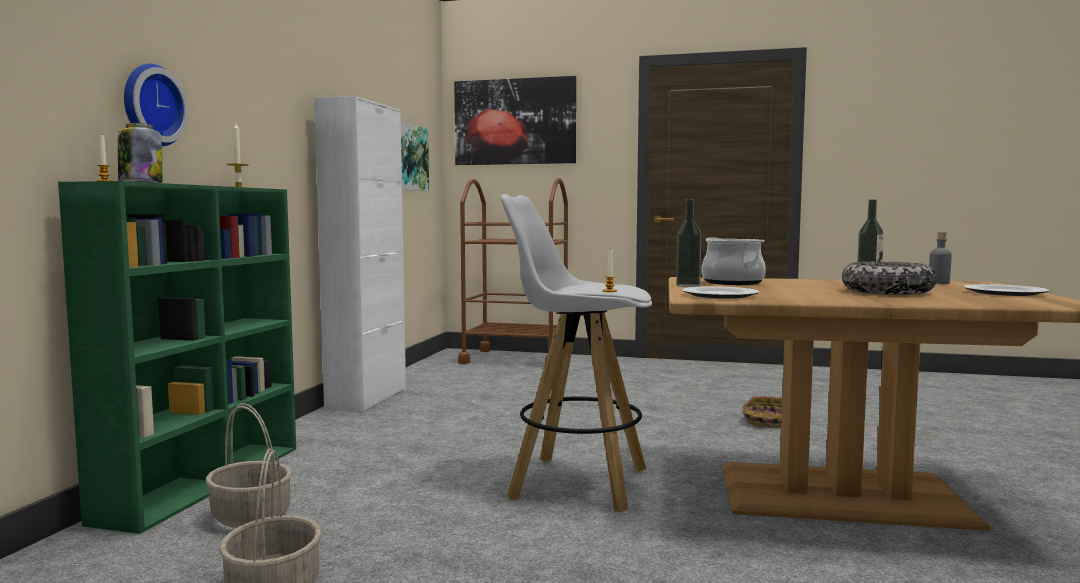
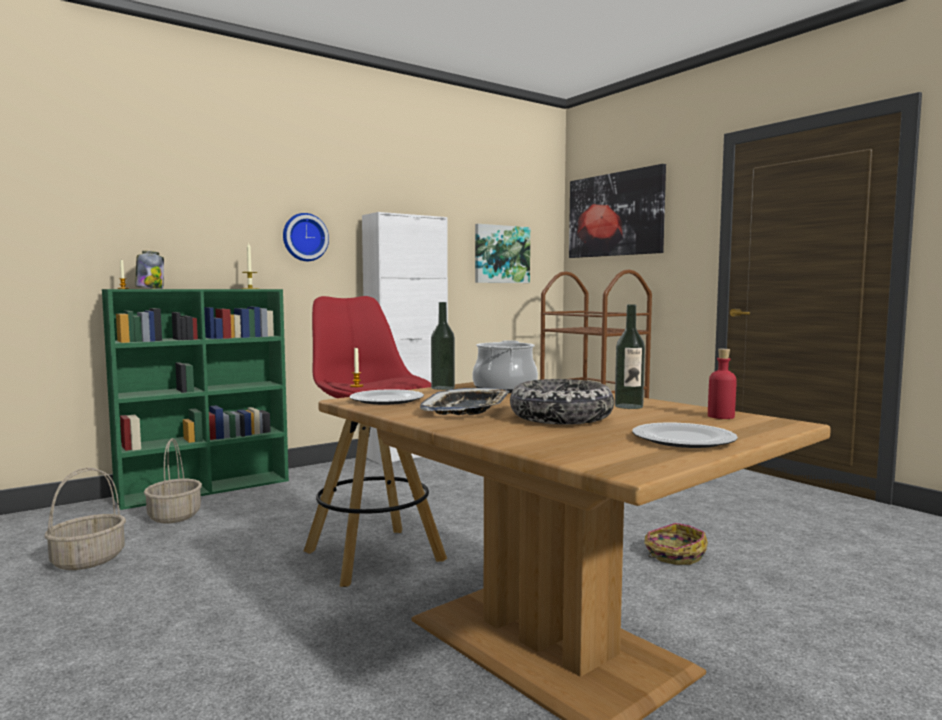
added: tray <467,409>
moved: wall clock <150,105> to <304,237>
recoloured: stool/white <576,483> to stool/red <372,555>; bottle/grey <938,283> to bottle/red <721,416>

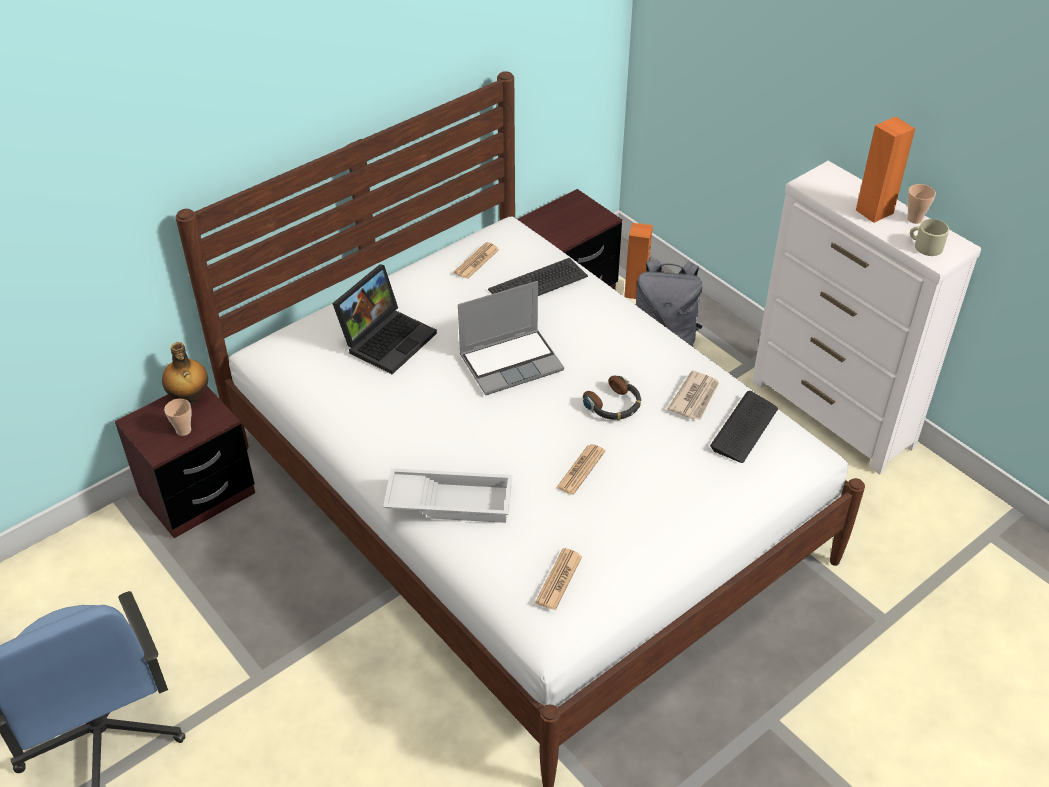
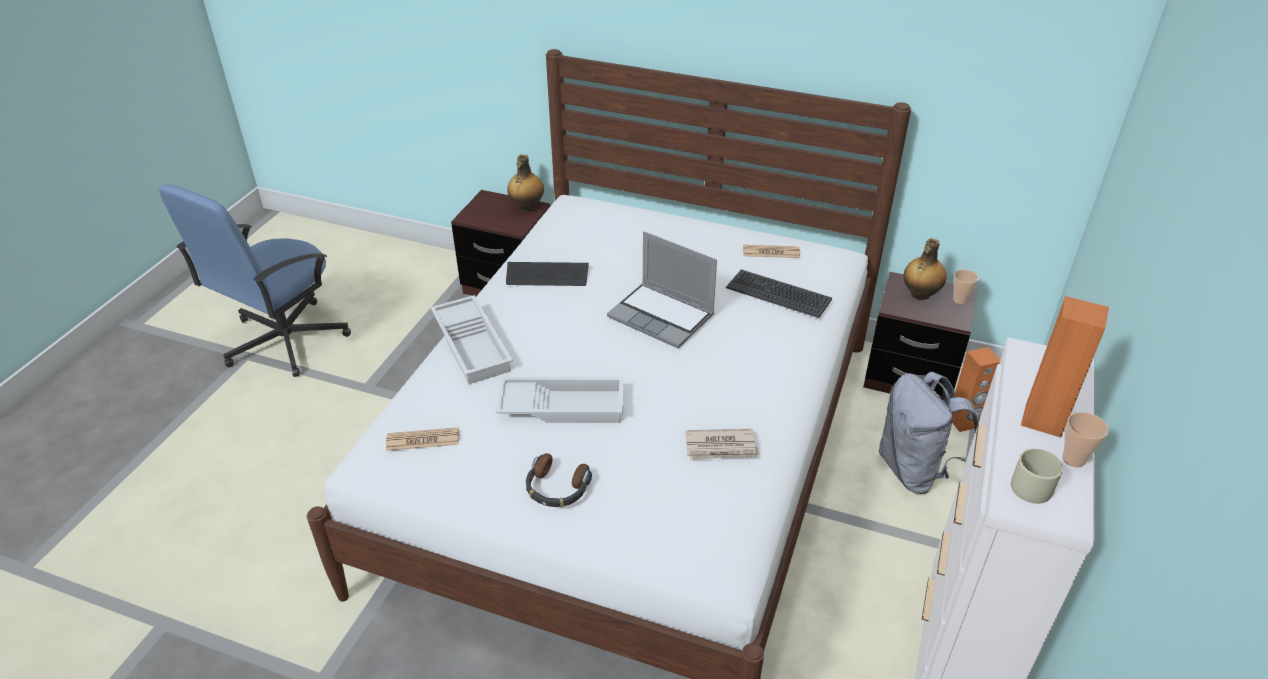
removed: laptop <387,338>
added: bottle <919,295>
moved: keyboard <744,428> to <547,275>; headphones <614,405> to <556,488>; cup <183,430> to <959,300>
replaced: newspaper <581,469> to tray/white <563,405>

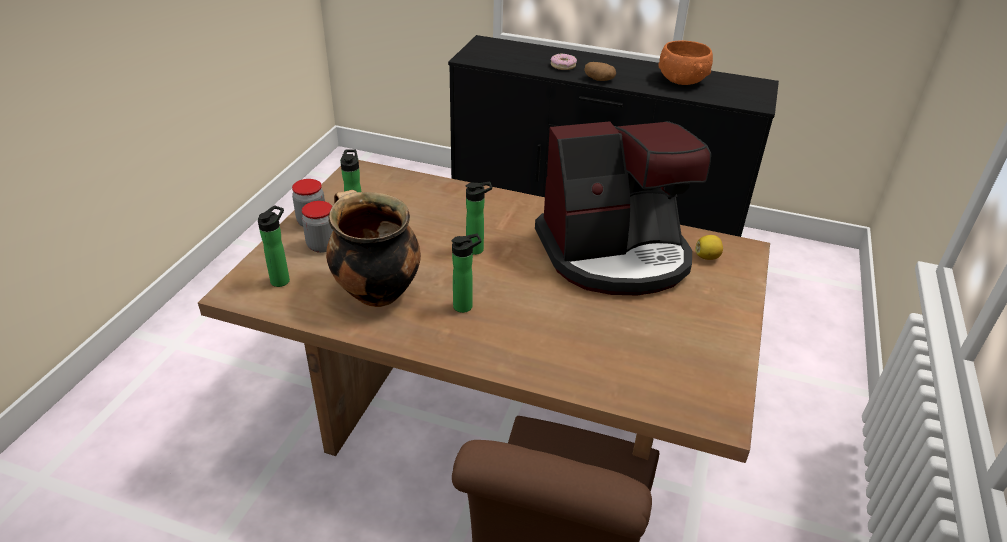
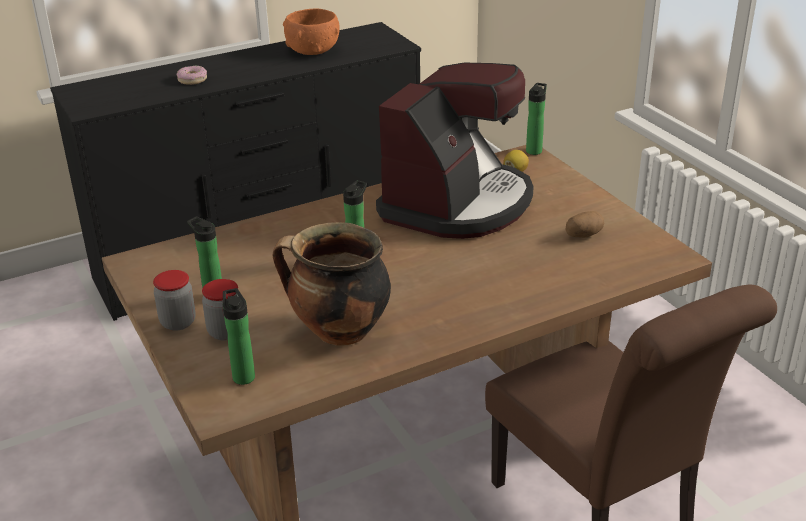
moved: bottle <466,306> to <534,150>; potato <599,80> to <583,235>

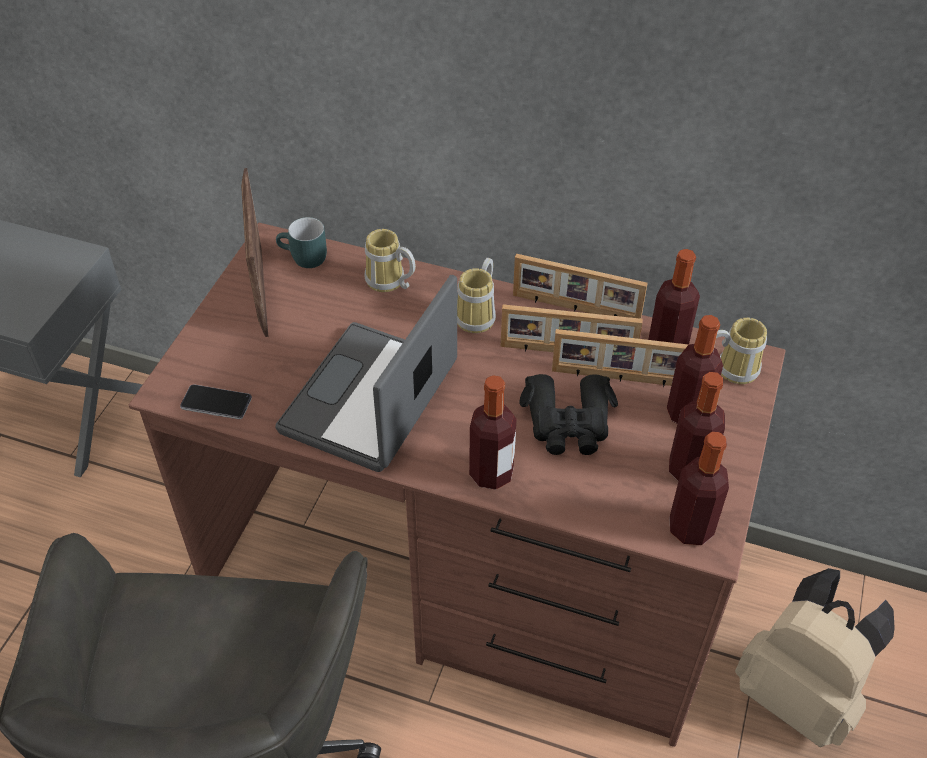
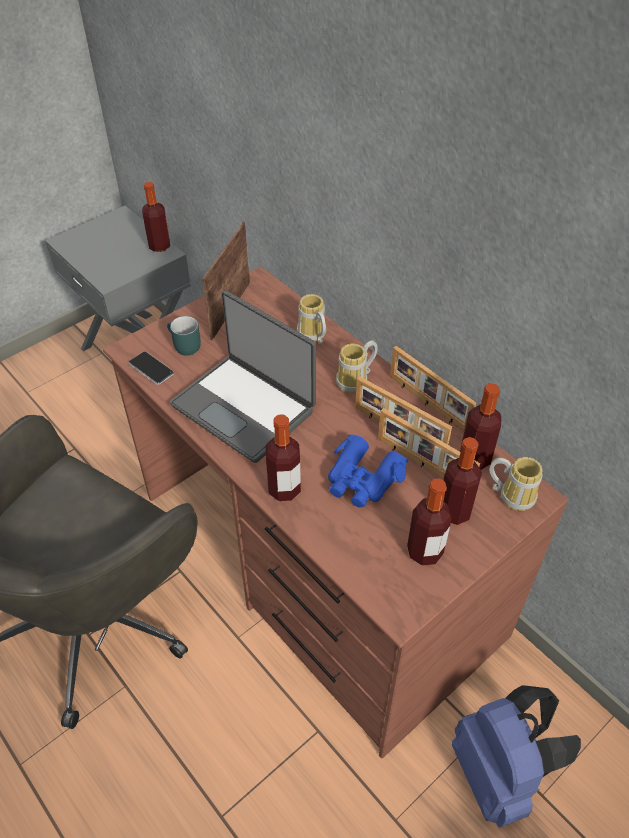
moved: bottle <690,528> to <159,246>; mug/turquoise <303,259> to <183,346>
recoloured: binoculars/black <568,423> to binoculars/blue <362,479>; backpack/beige <798,695> to backpack/blue <499,774>
turned: laptop <372,399> = <245,407> 105 degrees counterclockwise

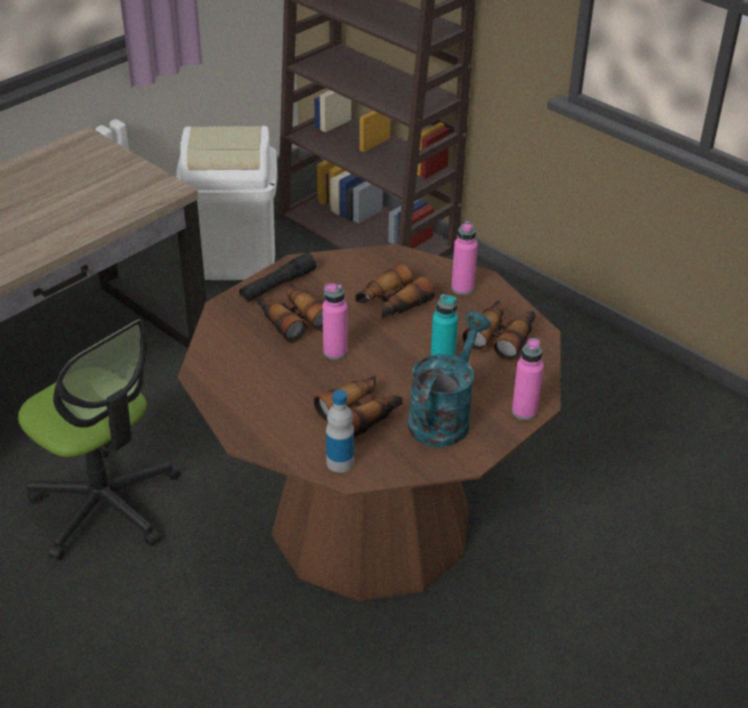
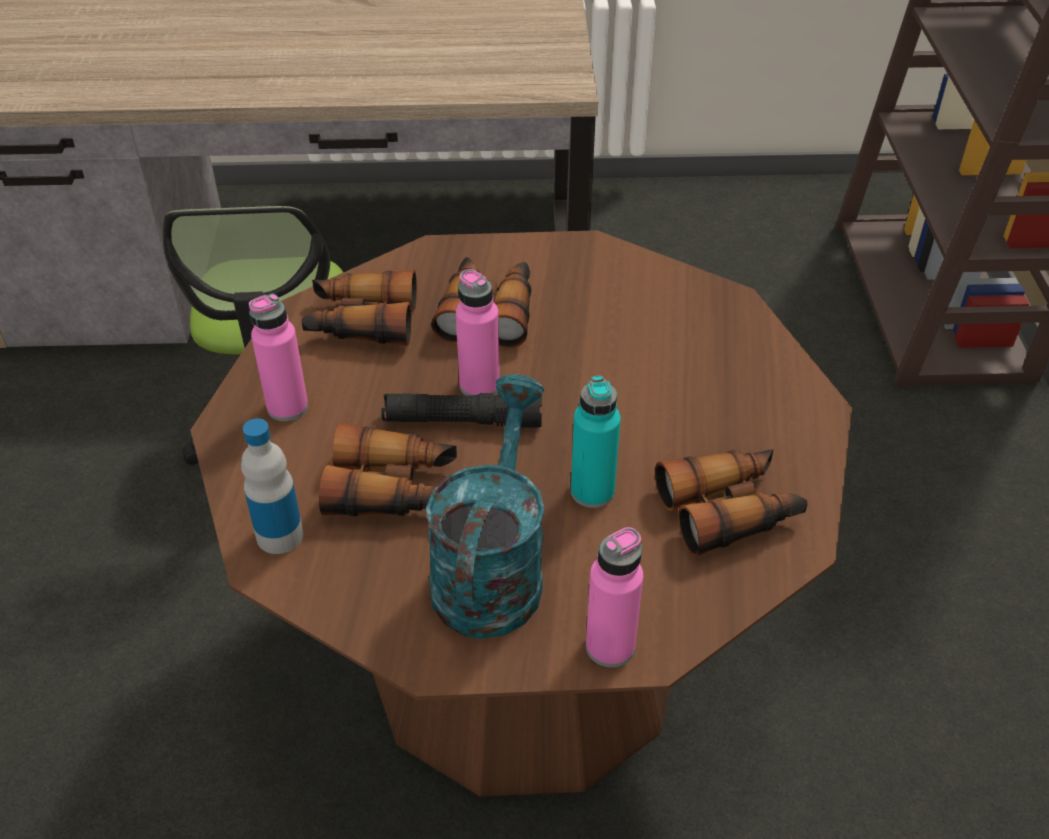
removed: trash can/white <234,258>
moved: bottle/pink <462,288> to <287,407>; binoculars <391,304> to <361,322>; flashlight/black <278,285> to <463,421>
turned: watering can/turquoise <444,416> = <491,569> 60 degrees counterclockwise

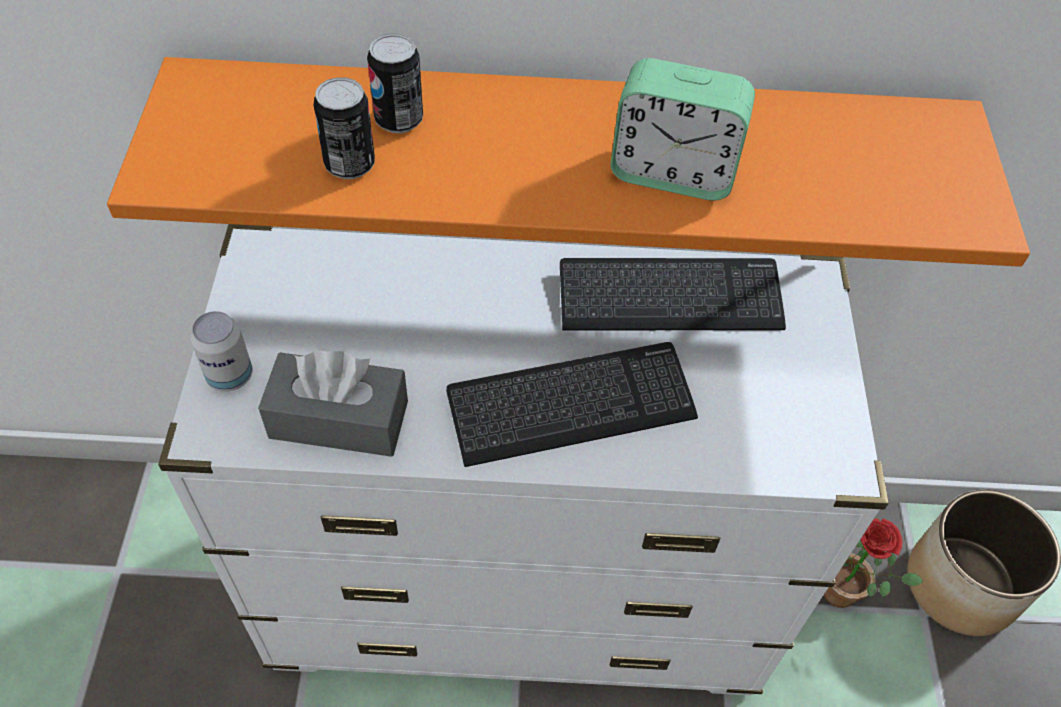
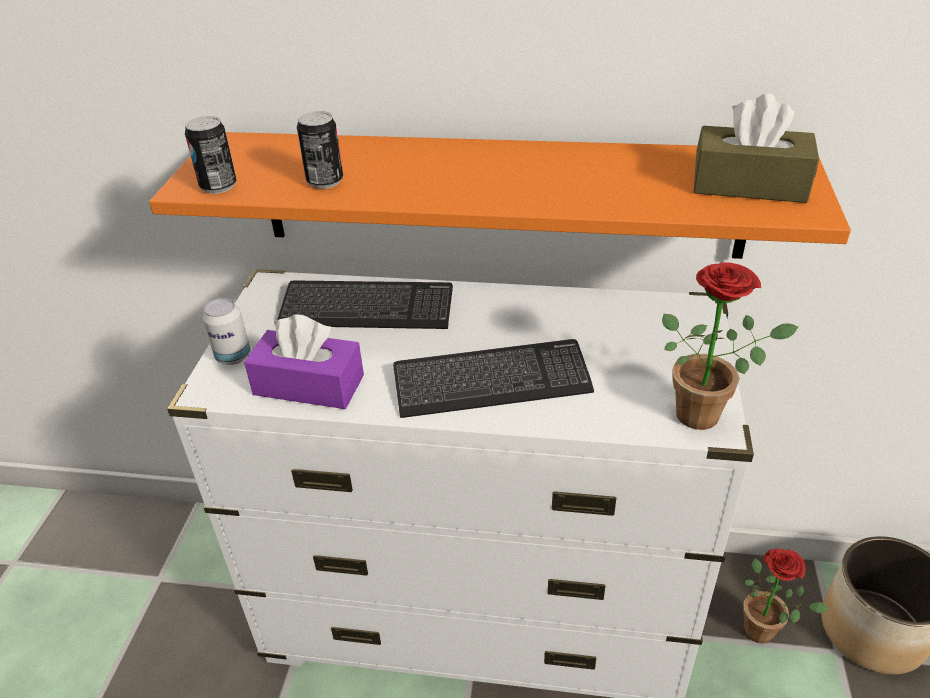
removed: alarm clock <672,173>
added: potted plant <706,413>; tissue box/brown <749,185>
moved: can <399,120> to <218,186>; keyboard <669,298> to <366,309>
recoloured: tissue box/grey <339,419> to tissue box/purple <309,385>

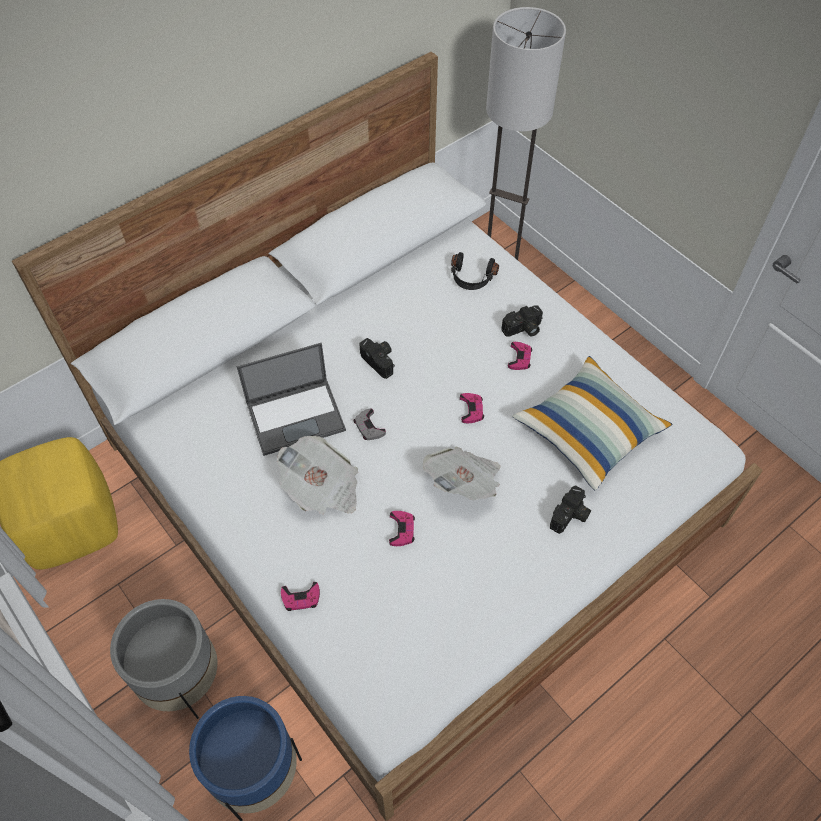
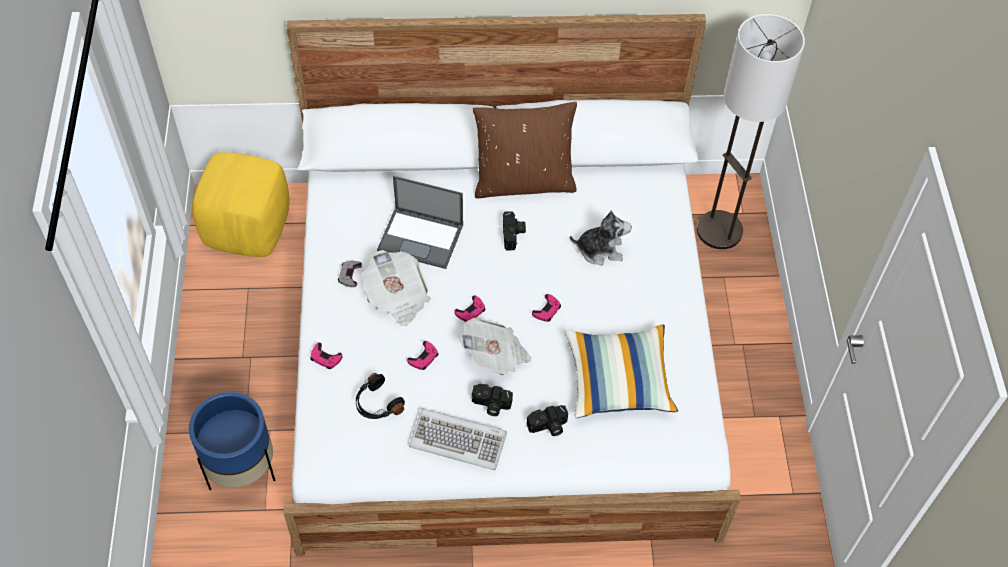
removed: planter/grey <182,679>
added: keyboard <458,440>; pillow/brown <524,181>; plush toy <600,250>
moved: game controller/grey <369,427> to <349,275>; headphones/black <471,278> to <377,404>; game controller/pink <519,358> to <471,311>; photo camera <523,330> to <490,405>

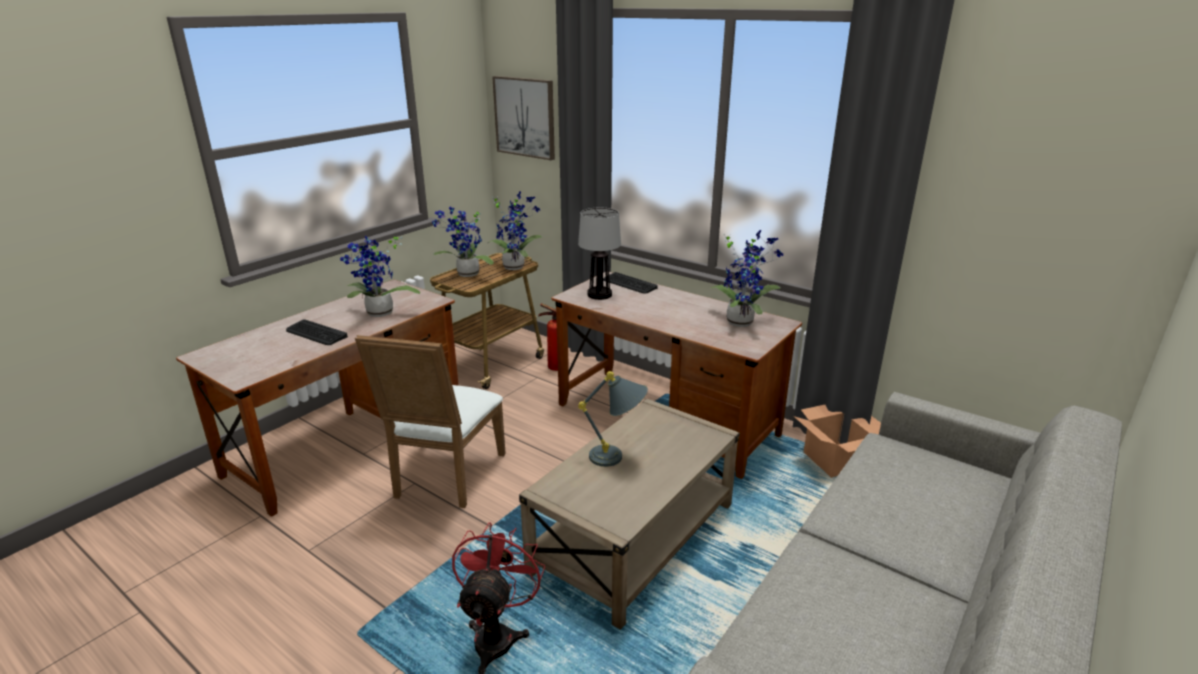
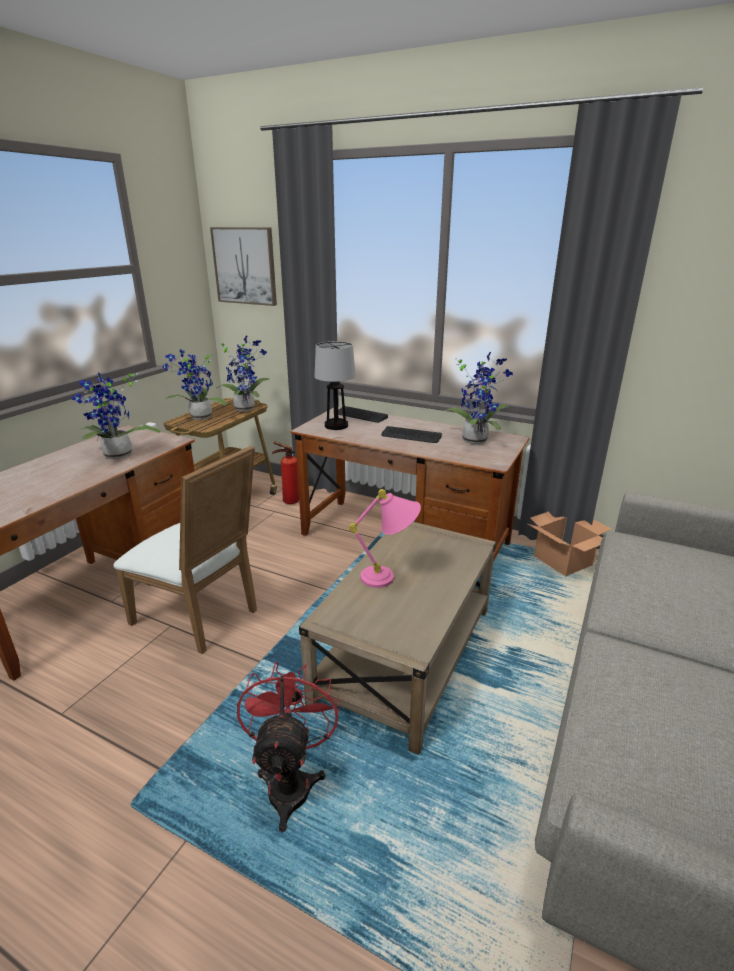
moved: keyboard <316,333> to <411,436>
recoloured: table lamp/grey <618,458> to table lamp/pink <389,577>
turned: chair/white <445,478> = <202,617> 60 degrees counterclockwise

